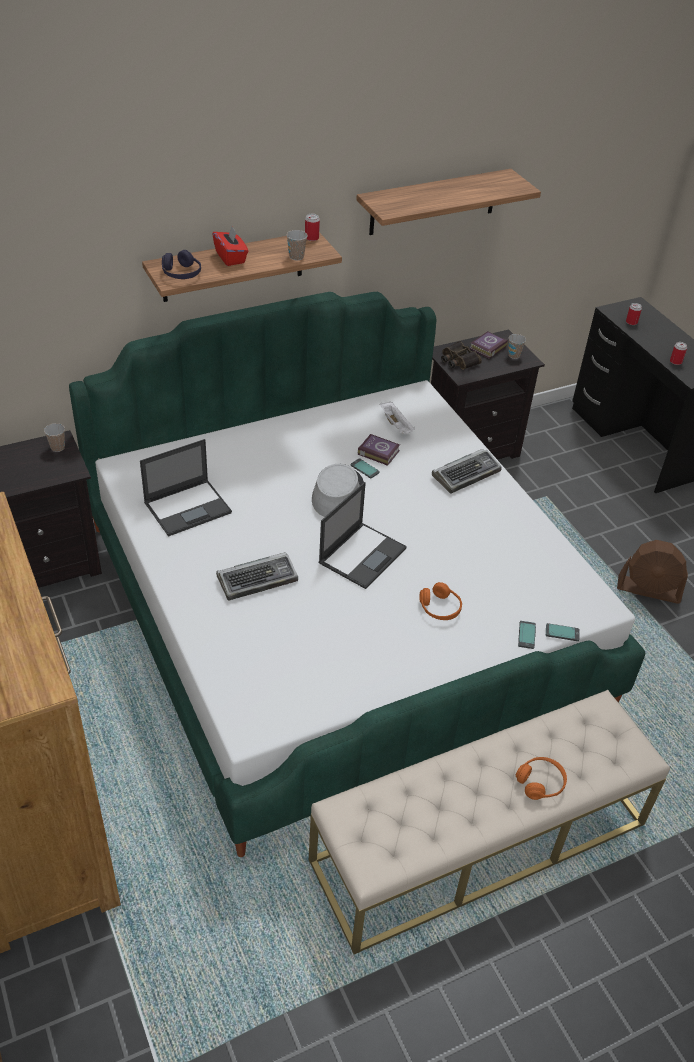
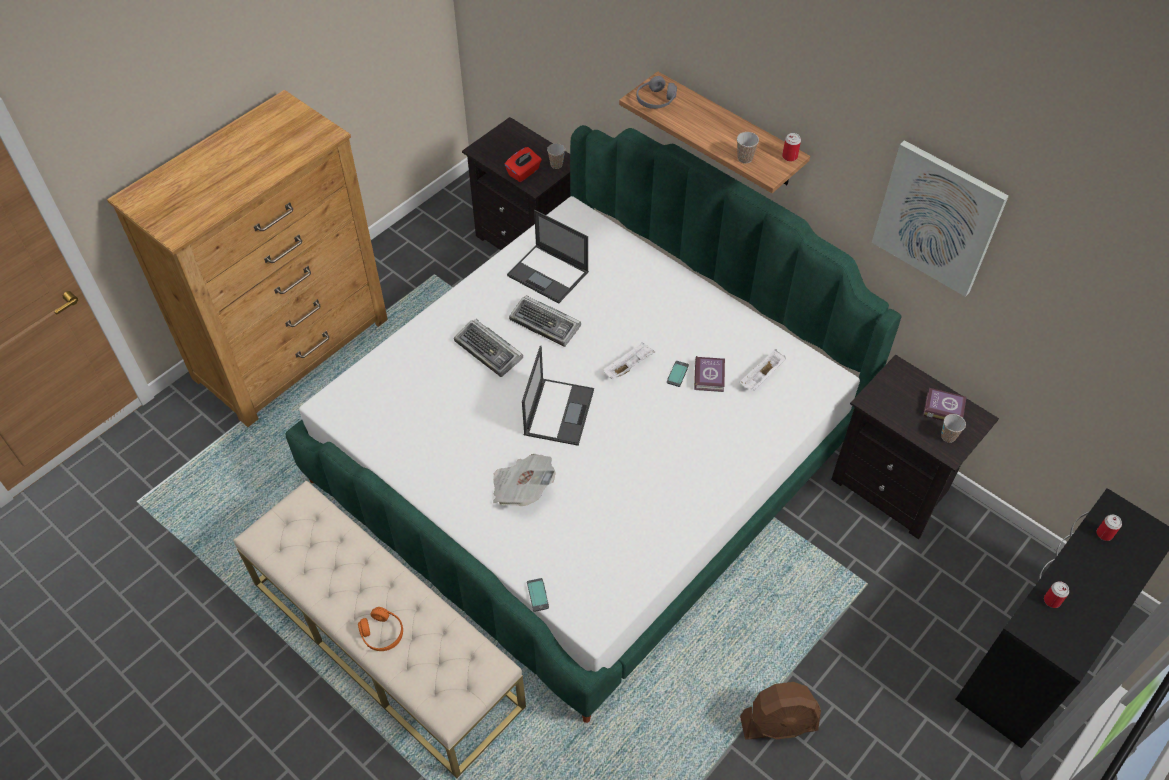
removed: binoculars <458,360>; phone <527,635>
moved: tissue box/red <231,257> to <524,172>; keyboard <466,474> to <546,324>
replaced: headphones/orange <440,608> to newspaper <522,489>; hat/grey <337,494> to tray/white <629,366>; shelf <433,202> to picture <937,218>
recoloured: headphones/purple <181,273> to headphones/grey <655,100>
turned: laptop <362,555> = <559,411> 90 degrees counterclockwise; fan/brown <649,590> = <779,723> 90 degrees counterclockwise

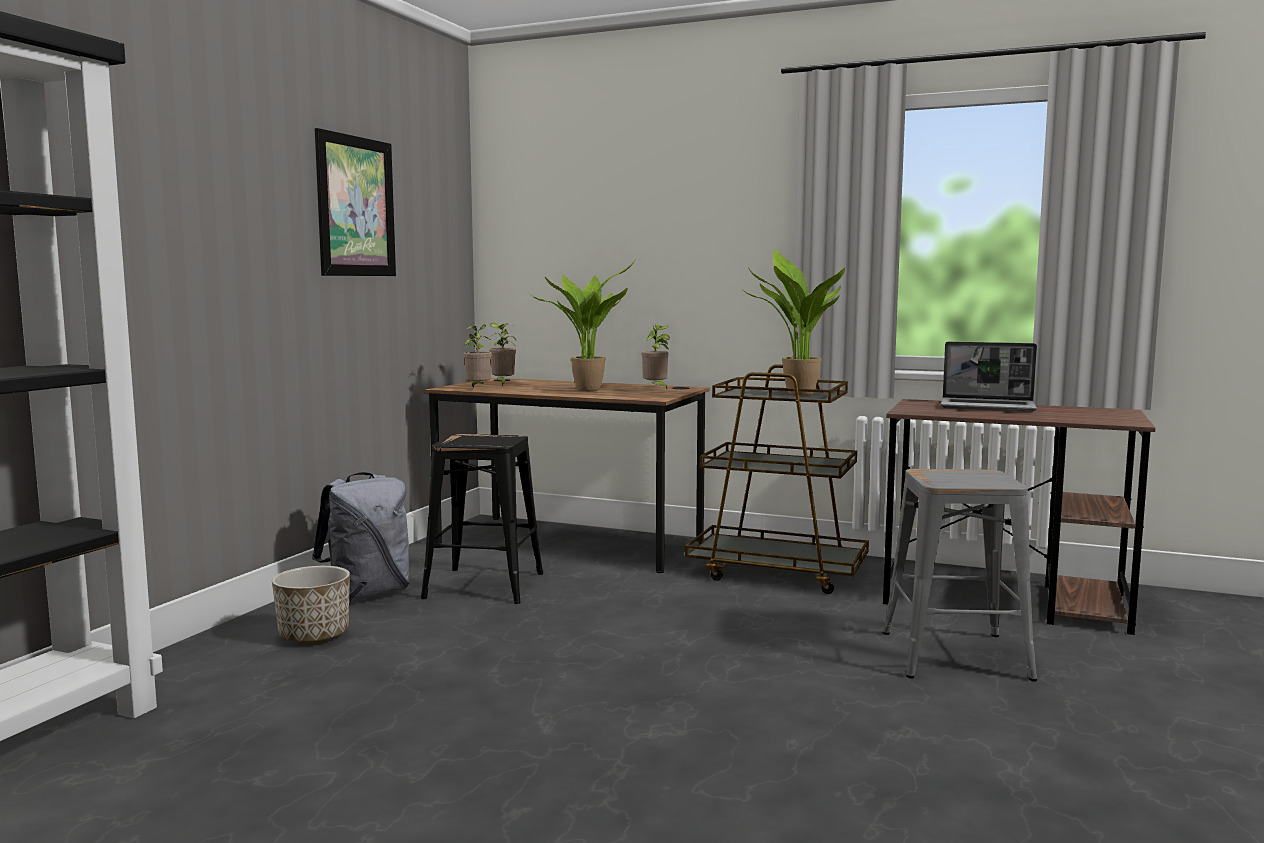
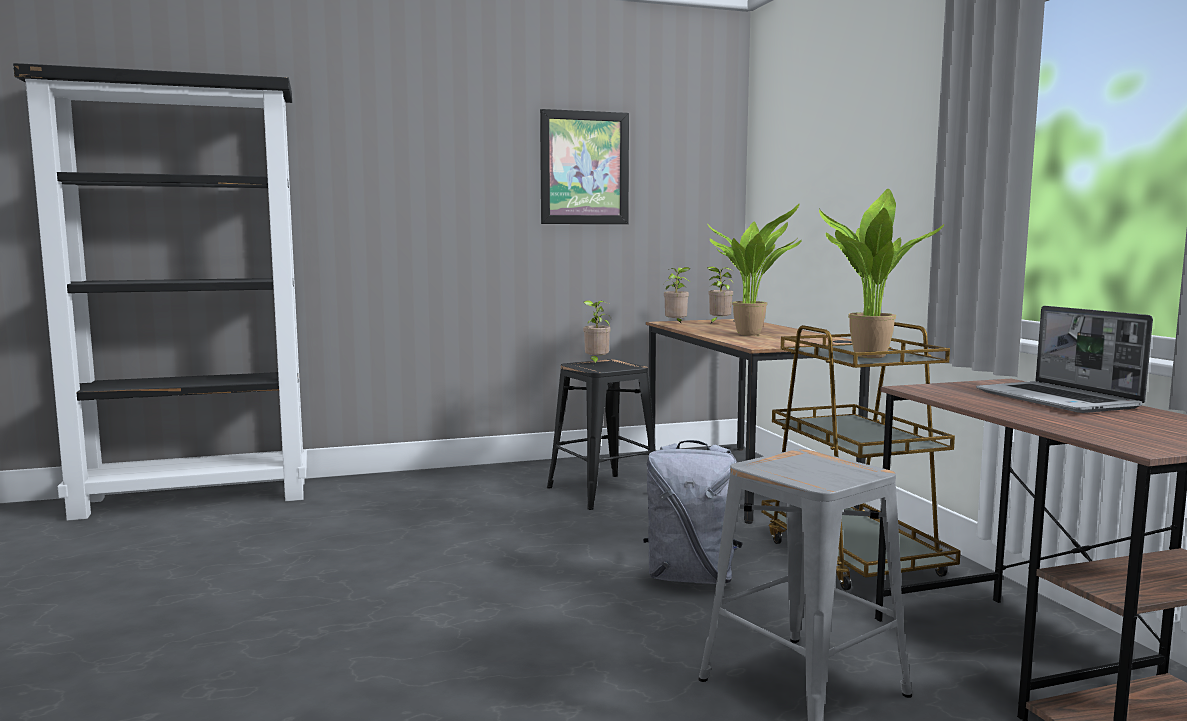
removed: planter <314,635>
moved: potted plant <656,388> to <596,363>; backpack/grey <367,594> to <691,577>

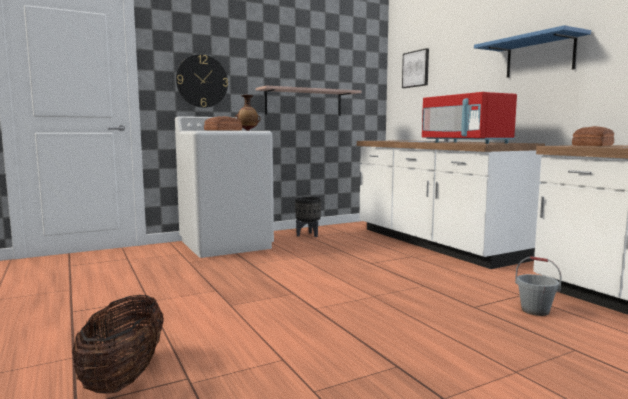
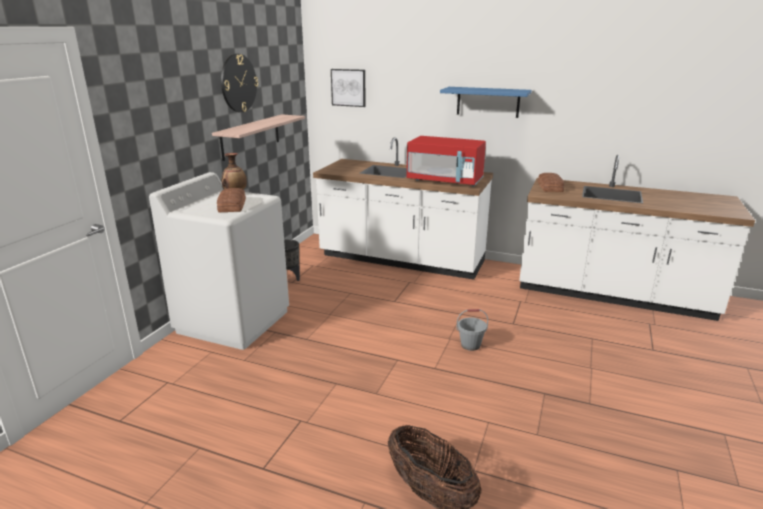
moved: wall clock <202,81> to <238,83>; bucket/grey <535,310> to <470,345>

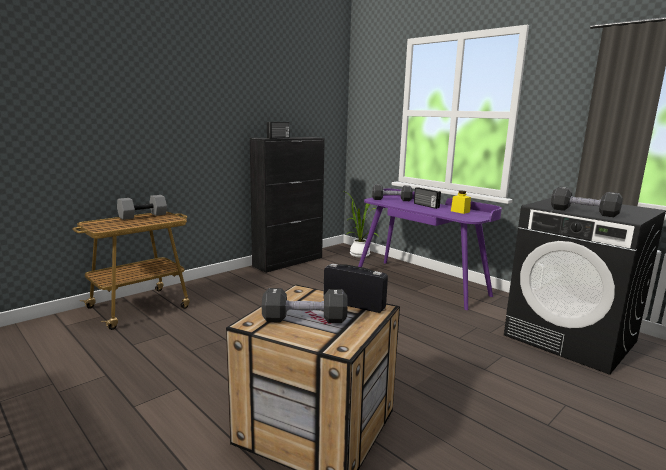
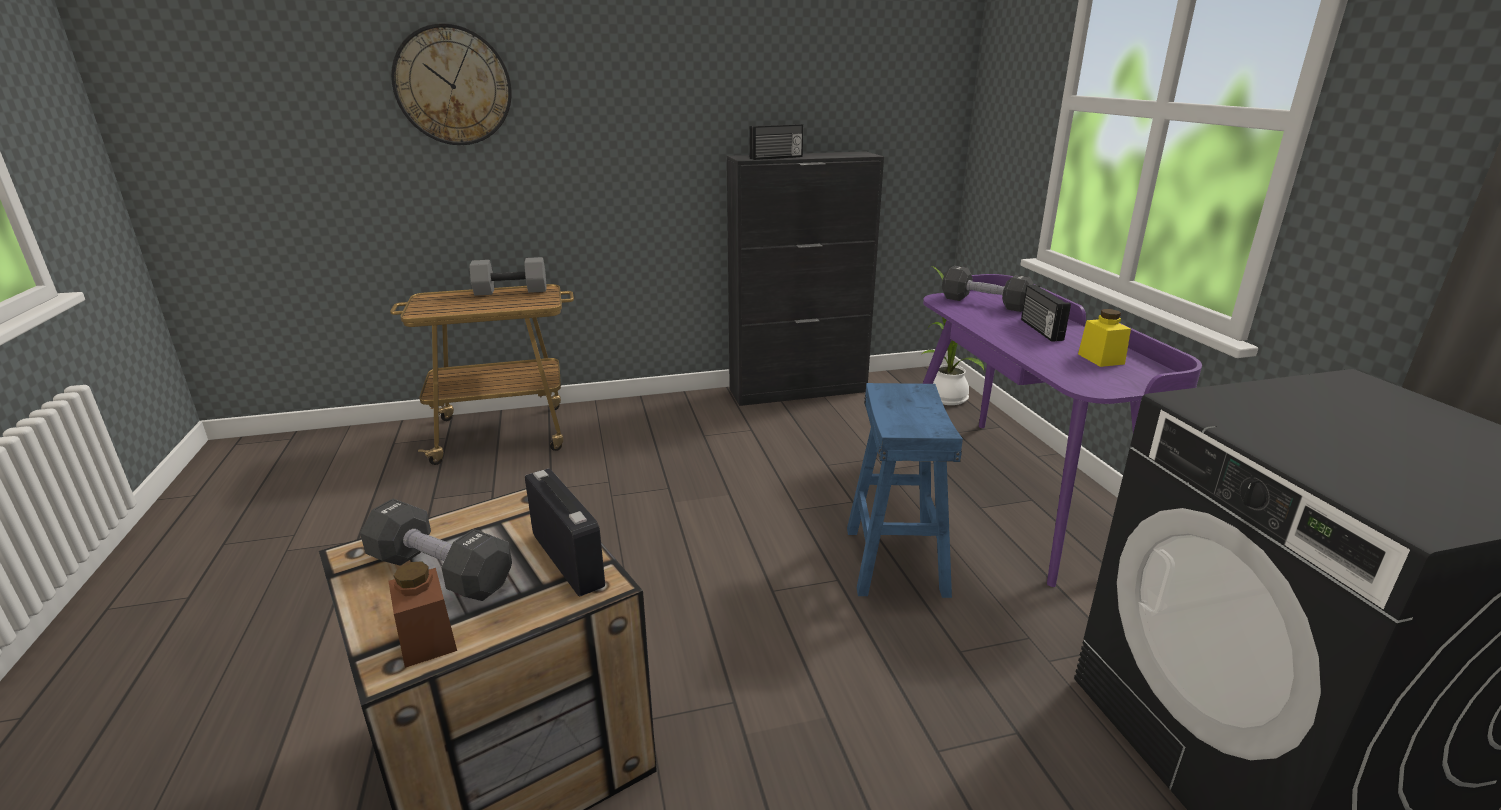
removed: dumbbell/black <583,212>
added: jar/brown <427,639>; wall clock <453,86>; stool/blue <894,560>

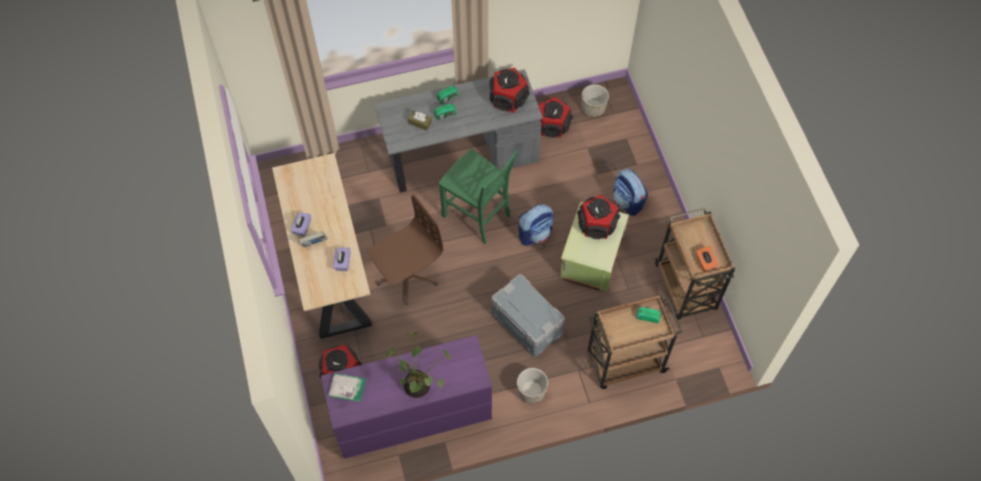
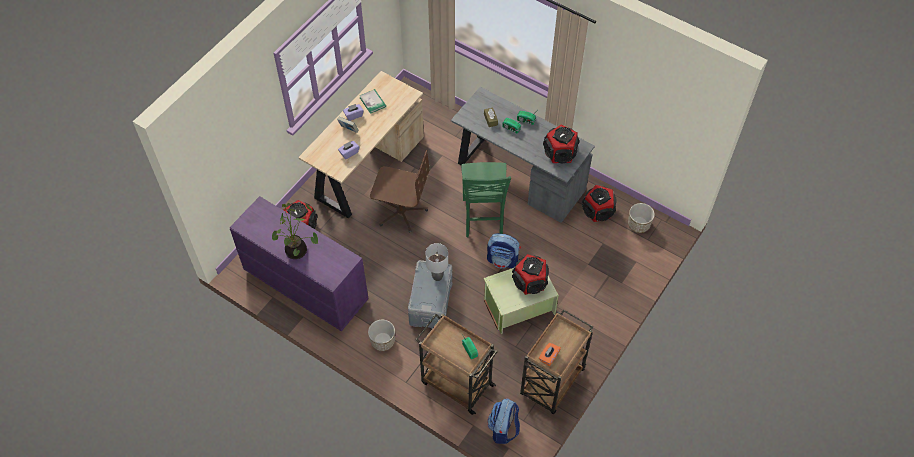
added: table lamp/grey <437,276>
moved: book <347,387> to <372,102>; backpack <627,202> to <503,429>

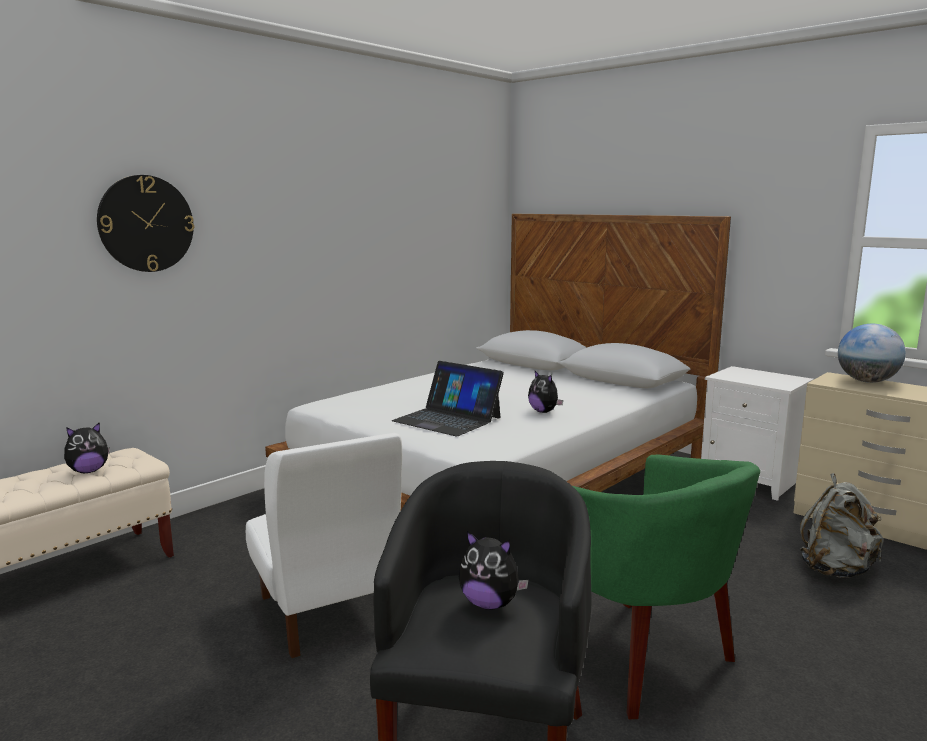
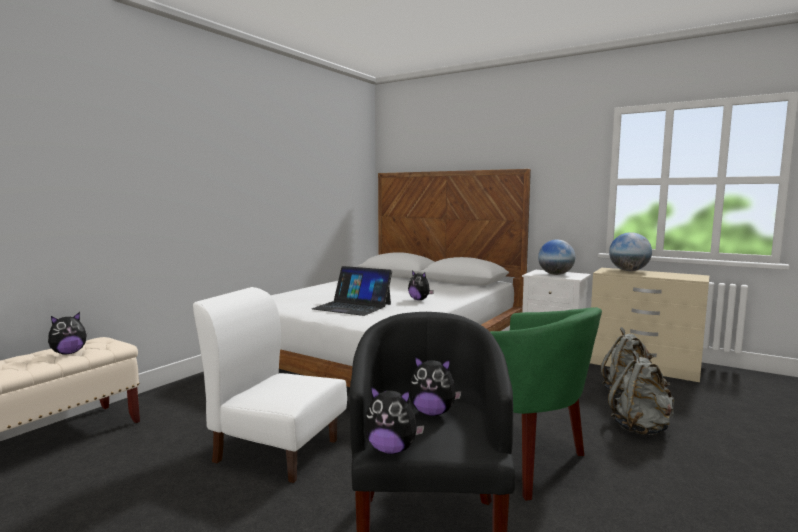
removed: wall clock <146,223>
added: plush toy <391,449>; globe <555,274>; backpack/grey <641,429>
turned: chair/white <326,611> = <276,450> 150 degrees clockwise

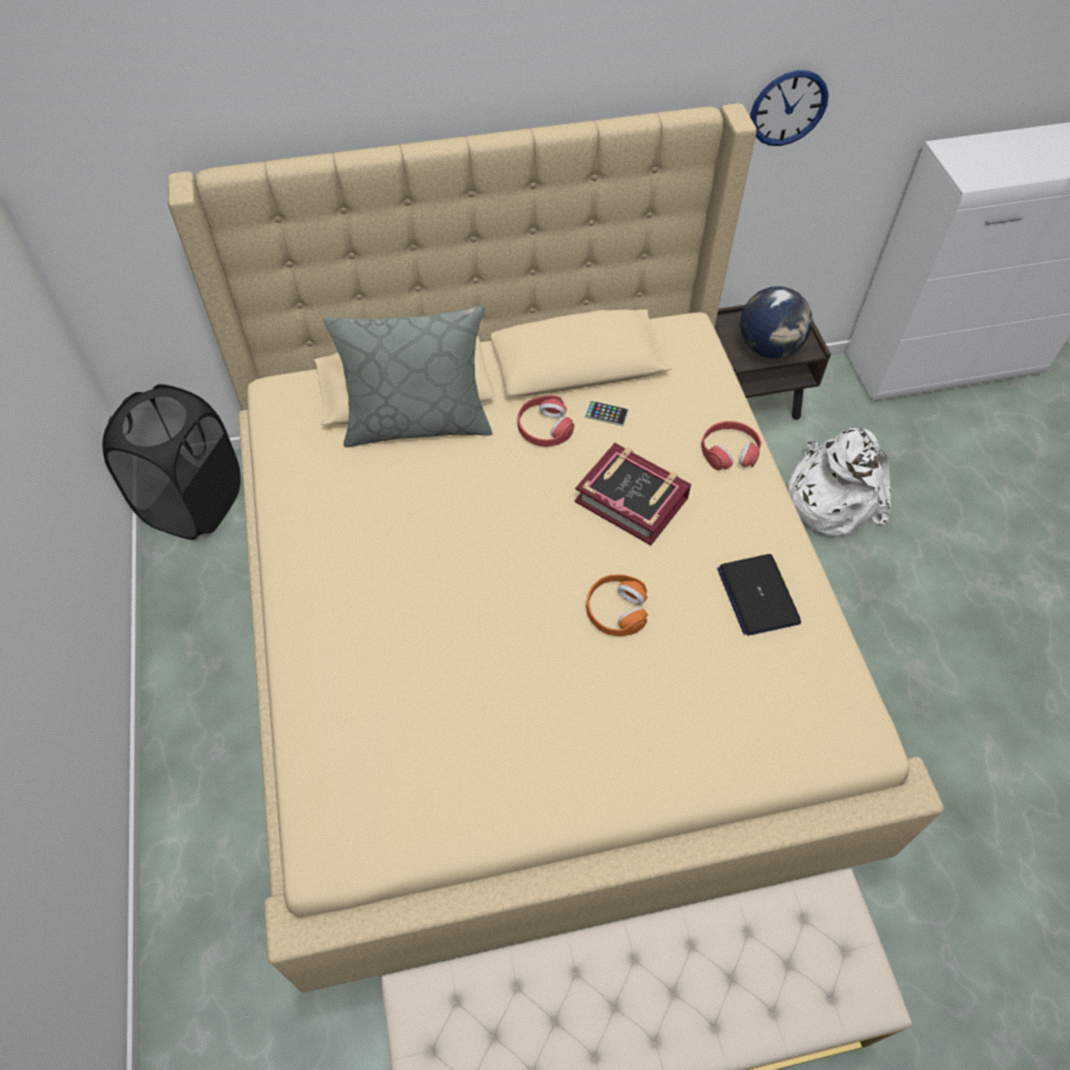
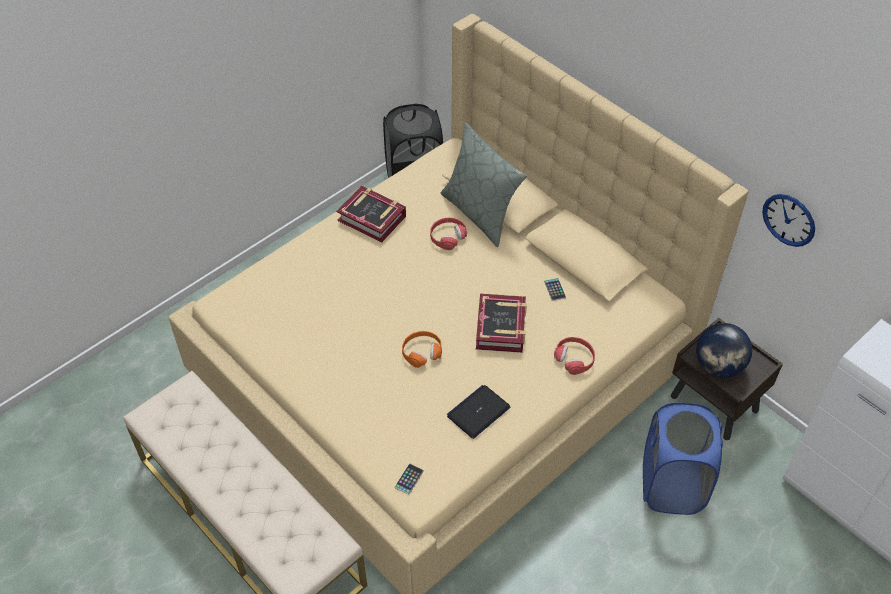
added: book <372,218>; phone <409,479>
moved: headphones/red <544,428> to <447,237>
replaced: backpack/white <830,497> to laundry basket/blue <672,485>

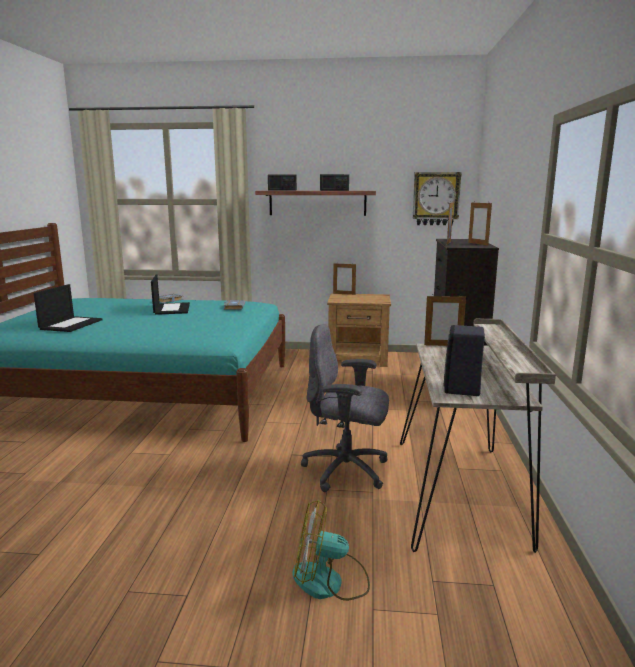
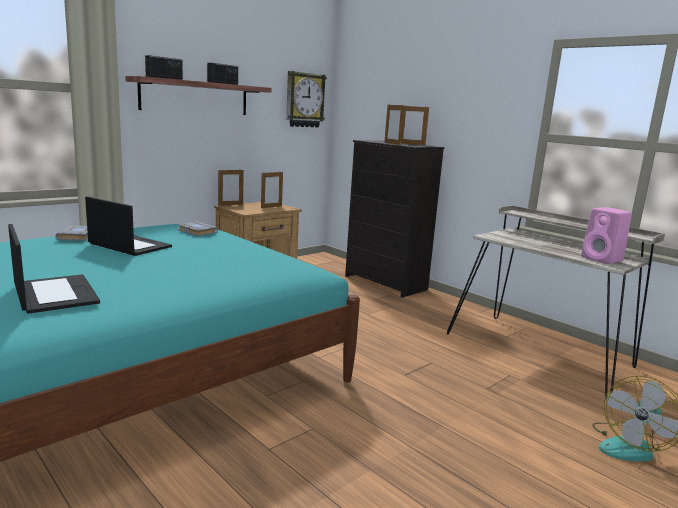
removed: office chair/grey <347,471>
moved: picture frame <443,345> to <271,207>
recoloured: speaker/black <462,389> to speaker/pink <603,259>

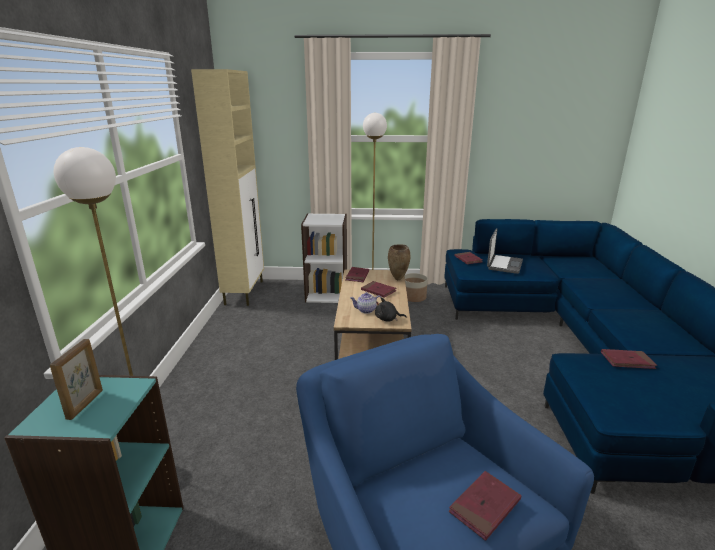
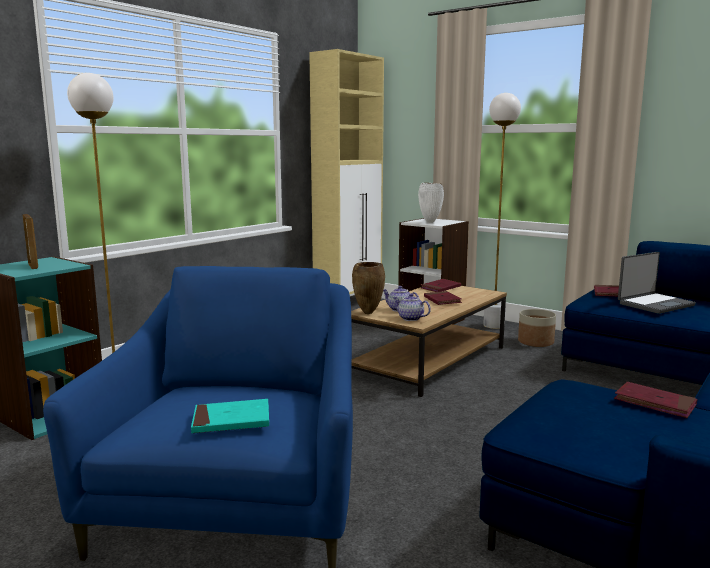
added: vase/white <430,222>
moved: vase/brown <398,279> to <368,313>
replaced: plush toy/black <387,319> to teapot <410,318>
recoloured: book/red <484,506> to book/turquoise <231,420>
turned: picture frame <86,404> = <33,265> 75 degrees counterclockwise

